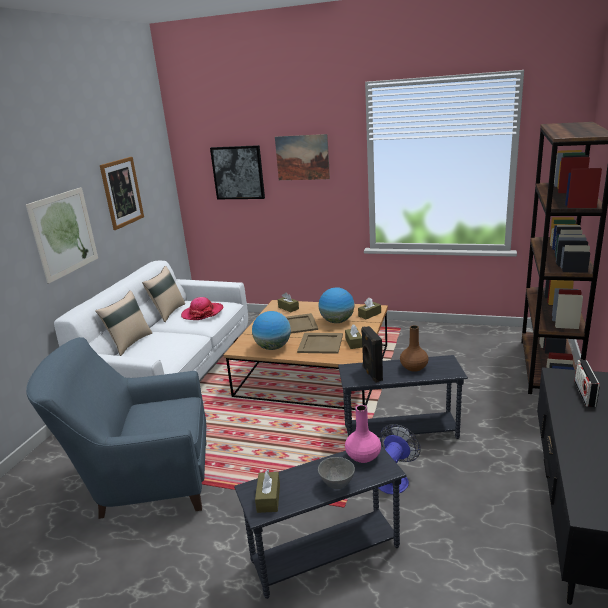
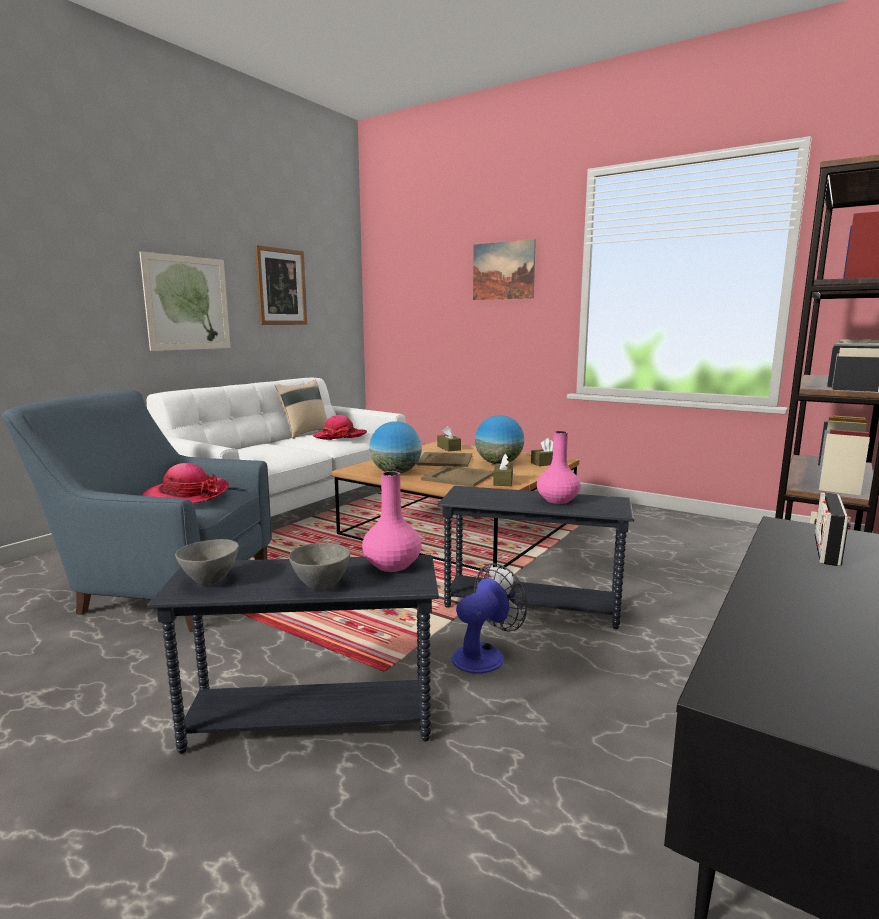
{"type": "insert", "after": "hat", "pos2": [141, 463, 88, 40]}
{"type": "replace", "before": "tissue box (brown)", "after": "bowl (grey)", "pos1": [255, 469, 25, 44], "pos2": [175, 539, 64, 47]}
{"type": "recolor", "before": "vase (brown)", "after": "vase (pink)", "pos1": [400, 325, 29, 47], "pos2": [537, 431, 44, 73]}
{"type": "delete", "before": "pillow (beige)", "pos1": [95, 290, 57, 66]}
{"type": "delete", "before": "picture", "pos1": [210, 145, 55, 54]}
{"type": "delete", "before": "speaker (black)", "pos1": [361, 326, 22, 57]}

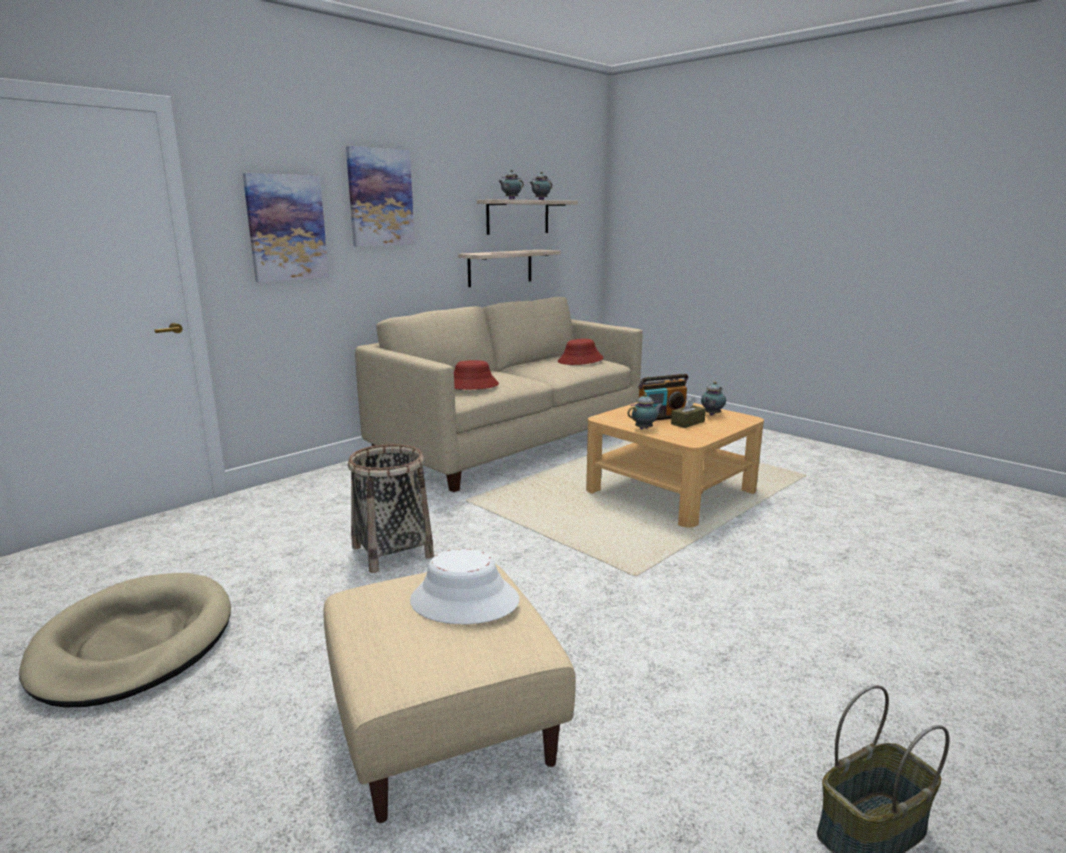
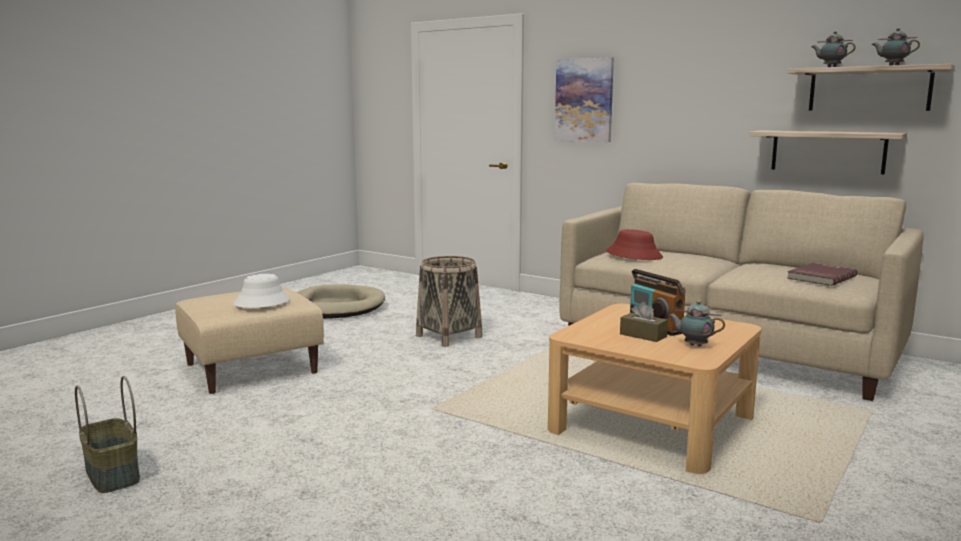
{"type": "replace", "before": "hat (red)", "after": "book (red)", "pos1": [558, 339, 46, 26], "pos2": [787, 263, 71, 23]}
{"type": "delete", "before": "picture", "pos1": [346, 146, 69, 101]}
{"type": "delete", "before": "teapot", "pos1": [627, 393, 36, 37]}

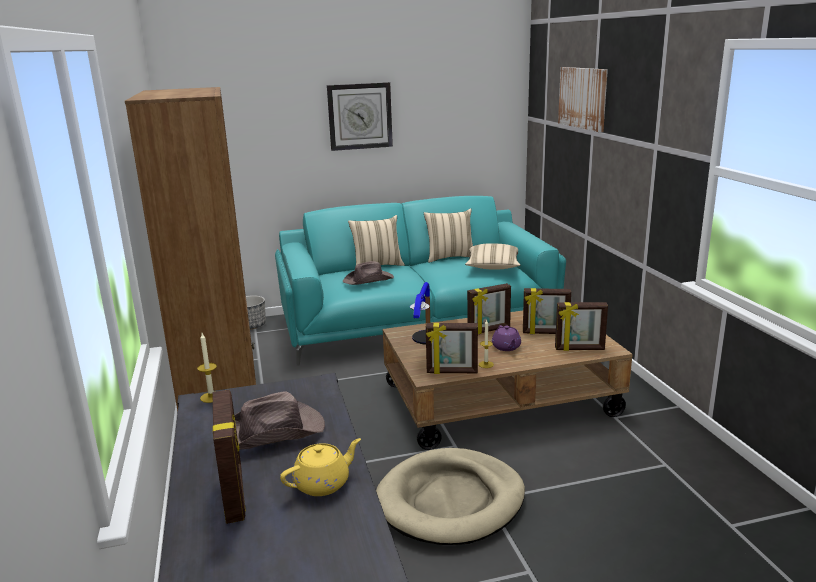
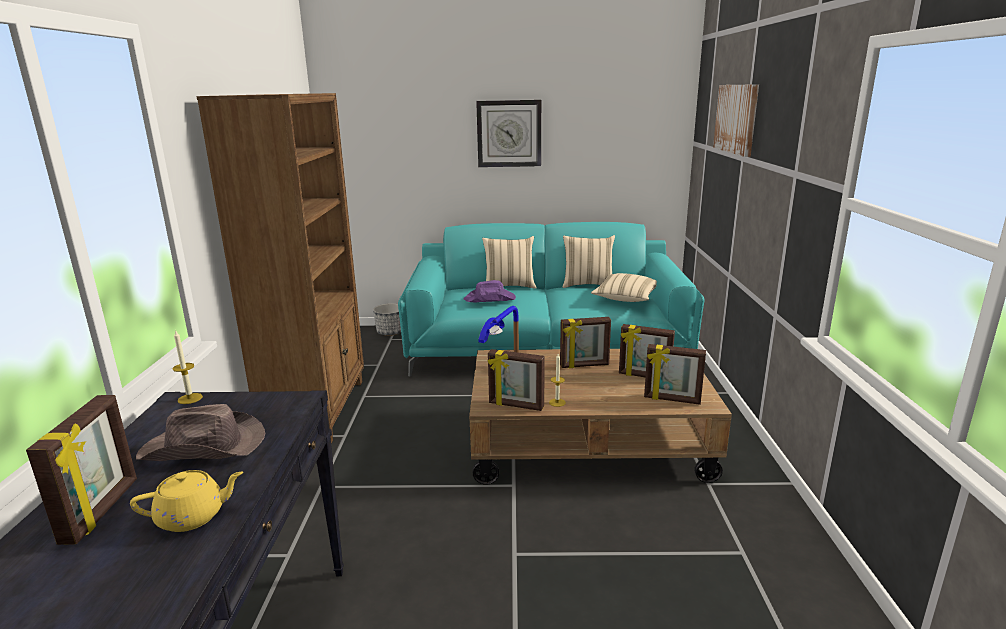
{"type": "recolor", "before": "hat (brown)", "after": "hat (purple)", "pos1": [343, 261, 51, 24], "pos2": [463, 280, 53, 22]}
{"type": "delete", "before": "dog bed (beige)", "pos1": [376, 448, 149, 97]}
{"type": "delete", "before": "teapot (purple)", "pos1": [492, 325, 29, 26]}

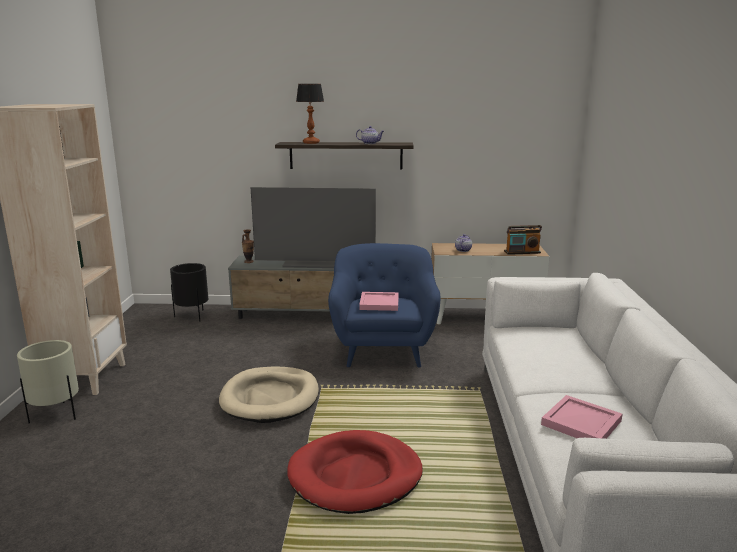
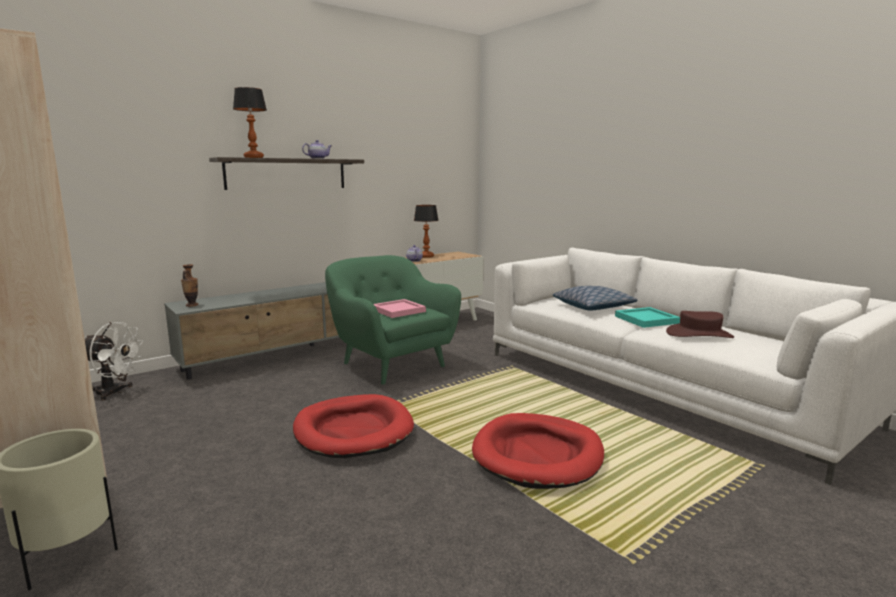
{"type": "replace", "before": "planter (black)", "after": "fan (white)", "pos1": [170, 263, 38, 58], "pos2": [85, 322, 59, 79]}
{"type": "recolor", "before": "dog bed (beige)", "after": "dog bed (red)", "pos1": [219, 366, 100, 57], "pos2": [293, 394, 121, 64]}
{"type": "recolor", "before": "armchair (blue)", "after": "armchair (green)", "pos1": [328, 243, 113, 125], "pos2": [325, 255, 136, 129]}
{"type": "insert", "after": "table lamp", "pos2": [414, 205, 25, 53]}
{"type": "insert", "after": "pillow", "pos2": [553, 286, 85, 24]}
{"type": "insert", "after": "tray (turquoise)", "pos2": [615, 307, 65, 21]}
{"type": "replace", "before": "tray (pink)", "after": "hat (brown)", "pos1": [541, 395, 81, 44], "pos2": [666, 311, 68, 27]}
{"type": "delete", "before": "television", "pos1": [251, 187, 125, 81]}
{"type": "delete", "before": "radio", "pos1": [504, 225, 38, 30]}

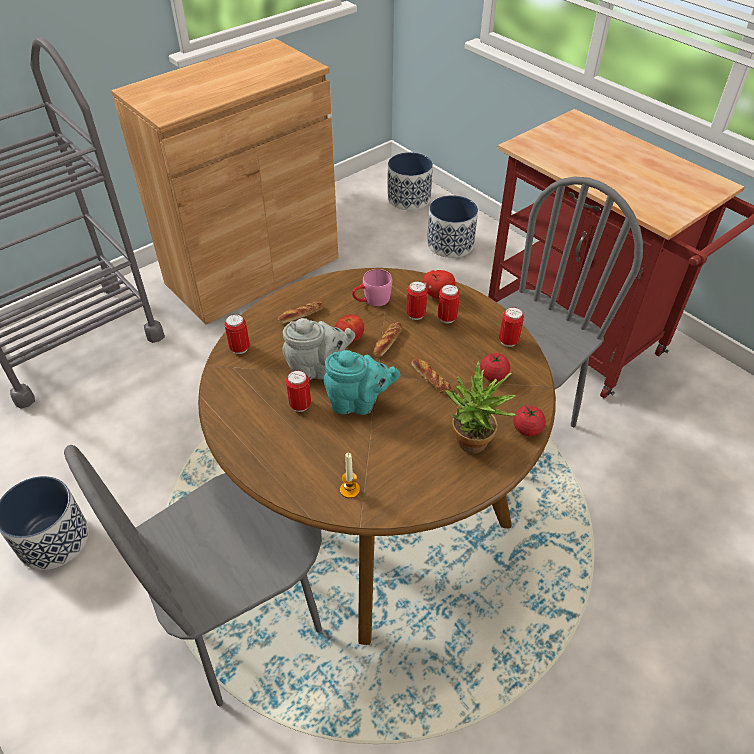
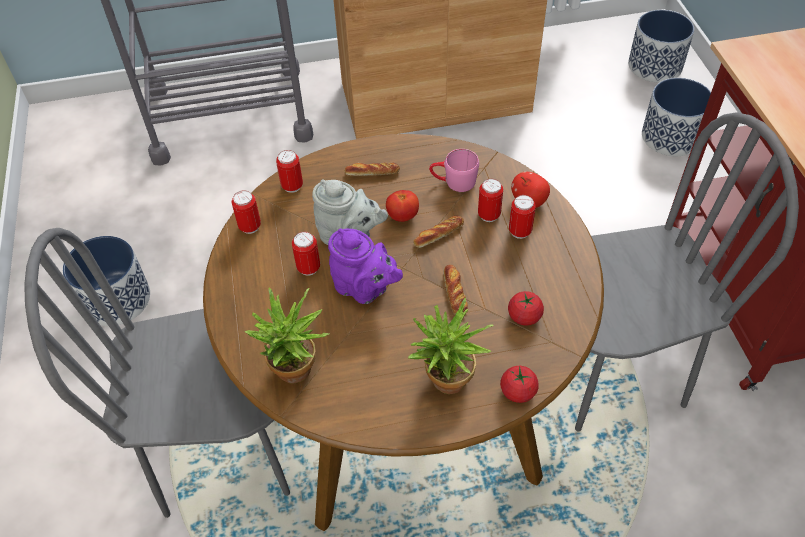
{"type": "move", "before": "can", "pos1": [499, 307, 25, 40], "pos2": [232, 190, 29, 44]}
{"type": "replace", "before": "candle", "after": "potted plant", "pos1": [340, 453, 20, 45], "pos2": [245, 288, 84, 96]}
{"type": "recolor", "before": "teapot (turquoise)", "after": "teapot (purple)", "pos1": [324, 350, 76, 65], "pos2": [328, 228, 75, 76]}

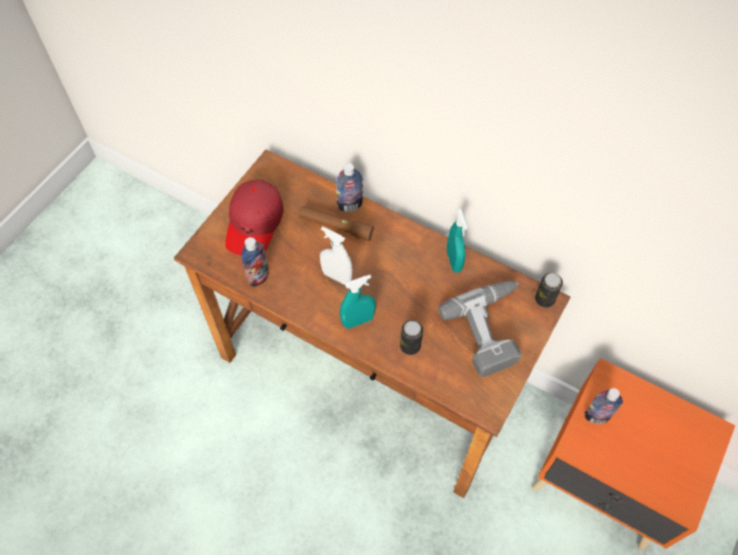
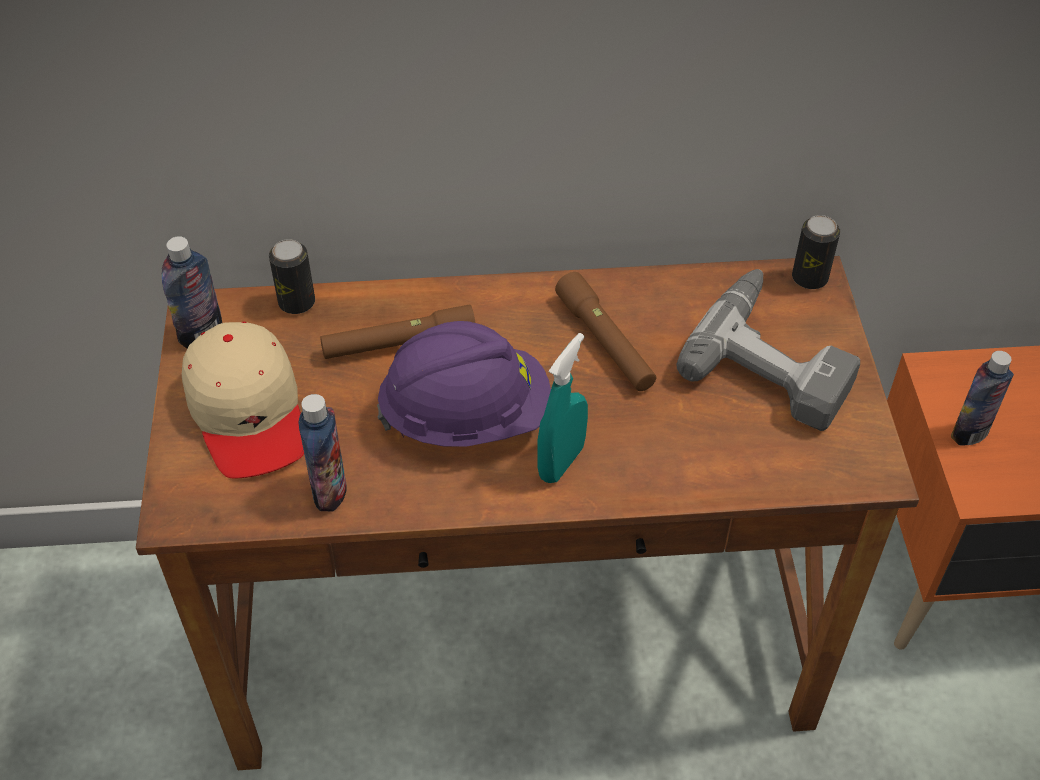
{"type": "move", "before": "bottle", "pos1": [336, 163, 27, 49], "pos2": [162, 236, 60, 113]}
{"type": "recolor", "before": "cap (red)", "after": "cap (beige)", "pos1": [225, 180, 59, 76], "pos2": [182, 322, 122, 156]}
{"type": "move", "before": "can", "pos1": [400, 320, 23, 35], "pos2": [269, 239, 46, 75]}
{"type": "replace", "before": "spray bottle (white)", "after": "hard hat (purple)", "pos1": [320, 226, 33, 59], "pos2": [377, 321, 174, 126]}
{"type": "insert", "after": "flashlight (brown)", "pos2": [555, 272, 101, 119]}
{"type": "delete", "before": "spray bottle (turquoise)", "pos1": [447, 209, 20, 64]}

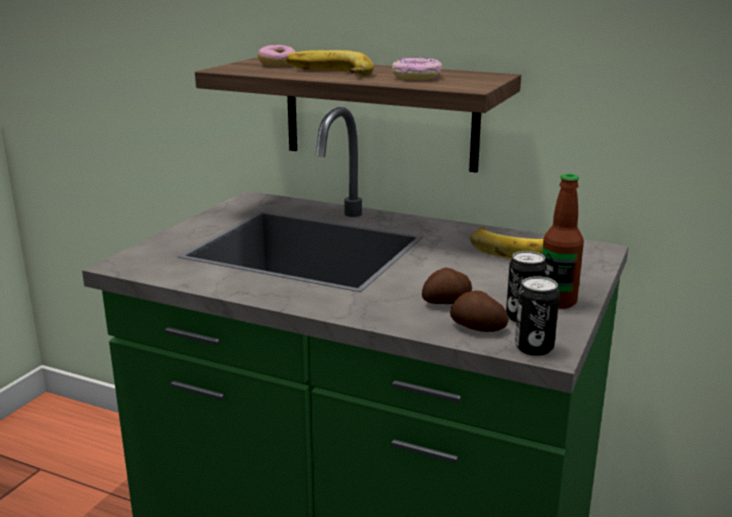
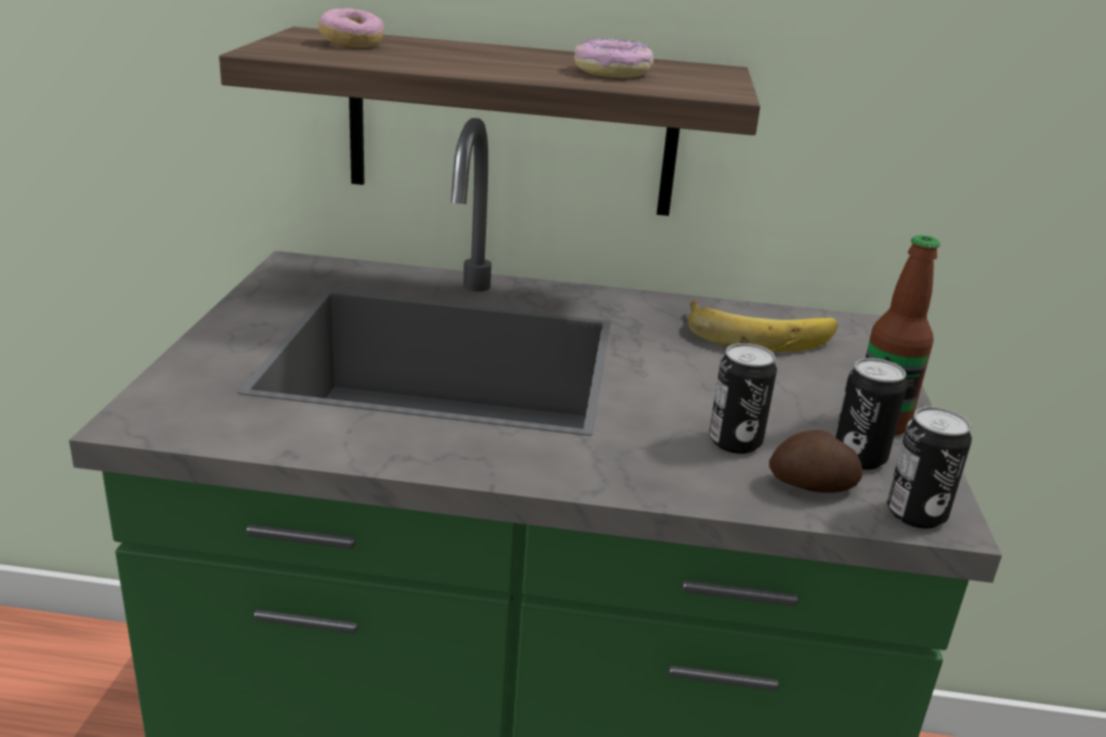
{"type": "replace", "before": "potato", "after": "can", "pos1": [422, 267, 50, 37], "pos2": [709, 343, 68, 111]}
{"type": "delete", "before": "banana", "pos1": [286, 50, 88, 26]}

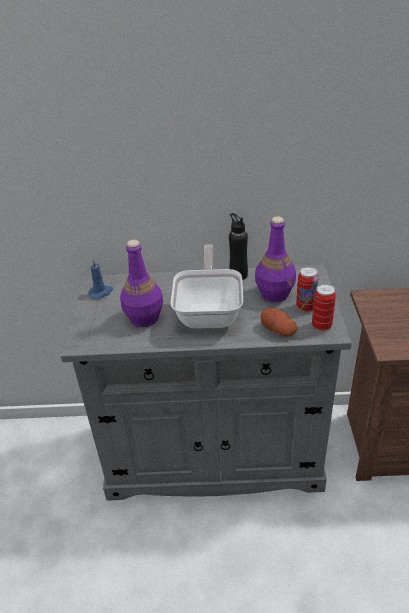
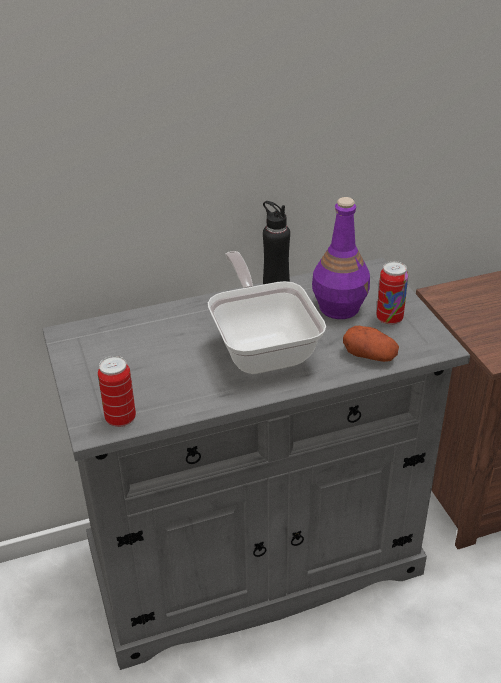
{"type": "move", "before": "can", "pos1": [312, 284, 24, 47], "pos2": [98, 356, 38, 71]}
{"type": "delete", "before": "candle (blue)", "pos1": [89, 259, 24, 40]}
{"type": "delete", "before": "bottle (purple)", "pos1": [120, 240, 43, 87]}

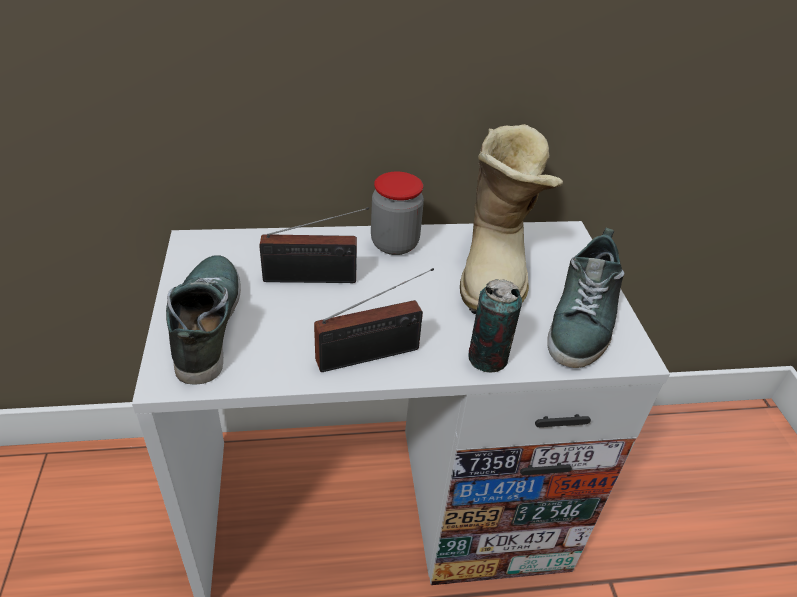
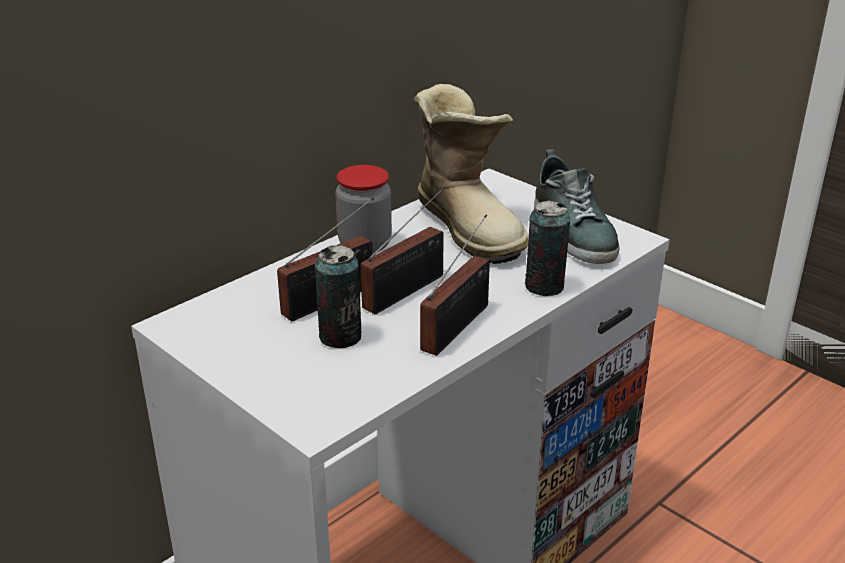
{"type": "insert", "after": "can", "pos2": [315, 245, 46, 103]}
{"type": "insert", "after": "radio", "pos2": [361, 188, 83, 126]}
{"type": "delete", "before": "shoe", "pos1": [166, 255, 75, 130]}

